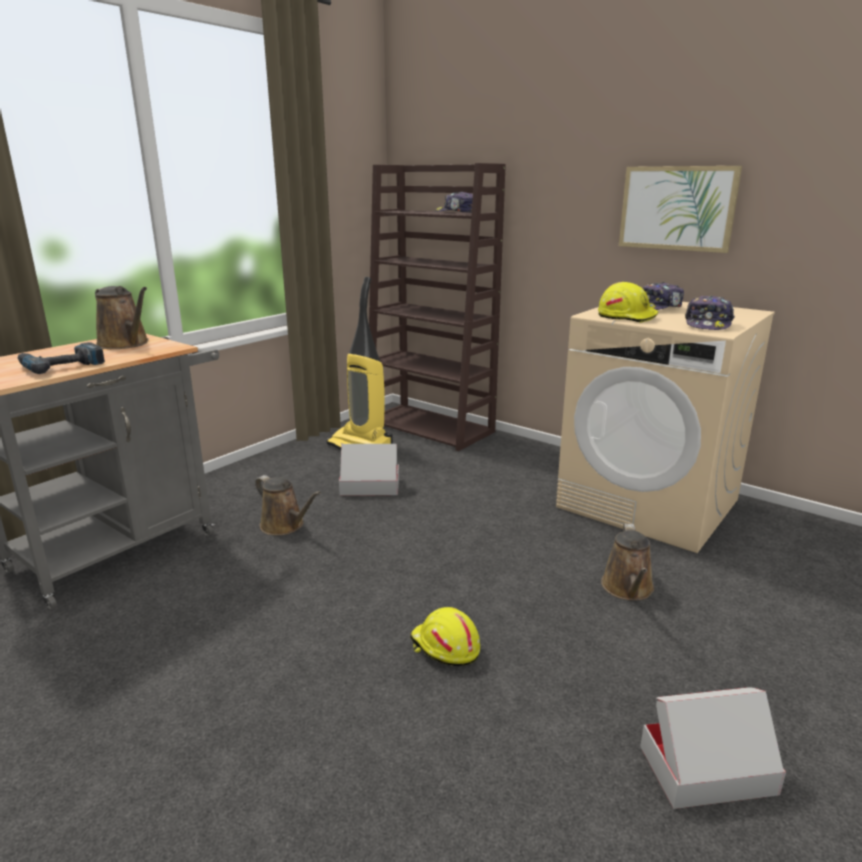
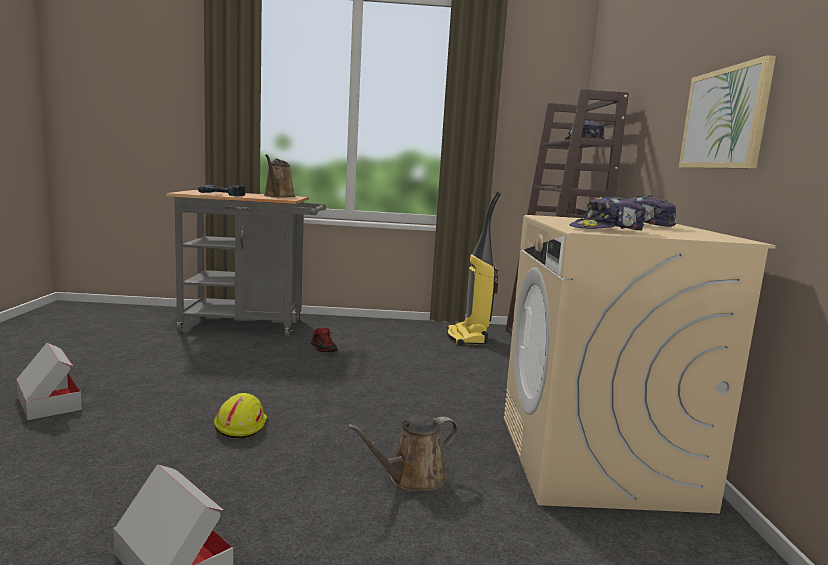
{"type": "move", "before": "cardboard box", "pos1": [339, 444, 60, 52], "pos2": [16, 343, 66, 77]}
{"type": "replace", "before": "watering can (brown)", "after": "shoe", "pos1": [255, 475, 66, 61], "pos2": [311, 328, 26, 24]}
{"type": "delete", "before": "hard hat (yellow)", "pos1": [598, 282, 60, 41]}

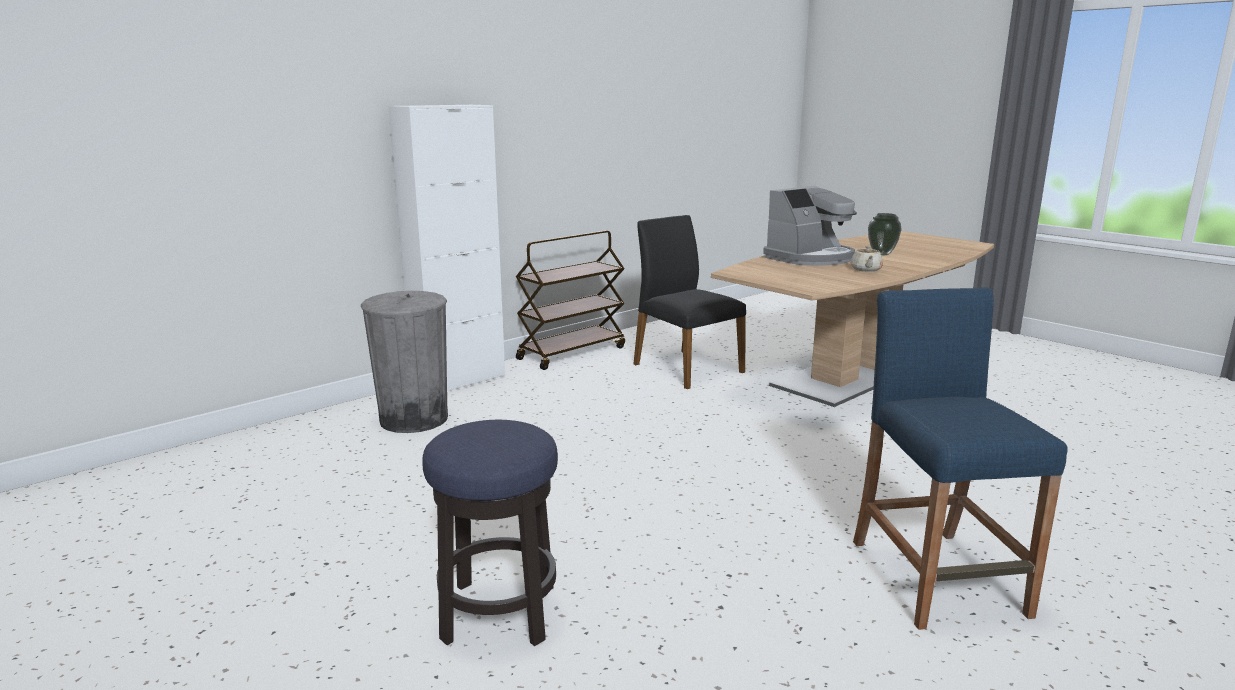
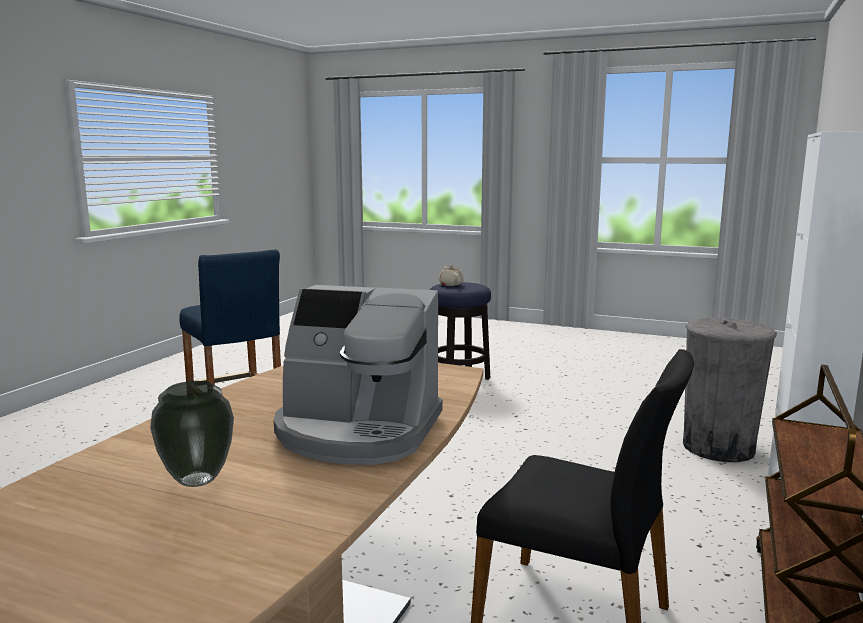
{"type": "rotate", "before": "coffee machine", "pos1": [763, 186, 94, 80], "pos2": [274, 285, 169, 180], "turn": -105}
{"type": "move", "before": "teapot (beige)", "pos1": [851, 246, 32, 26], "pos2": [439, 265, 25, 21]}

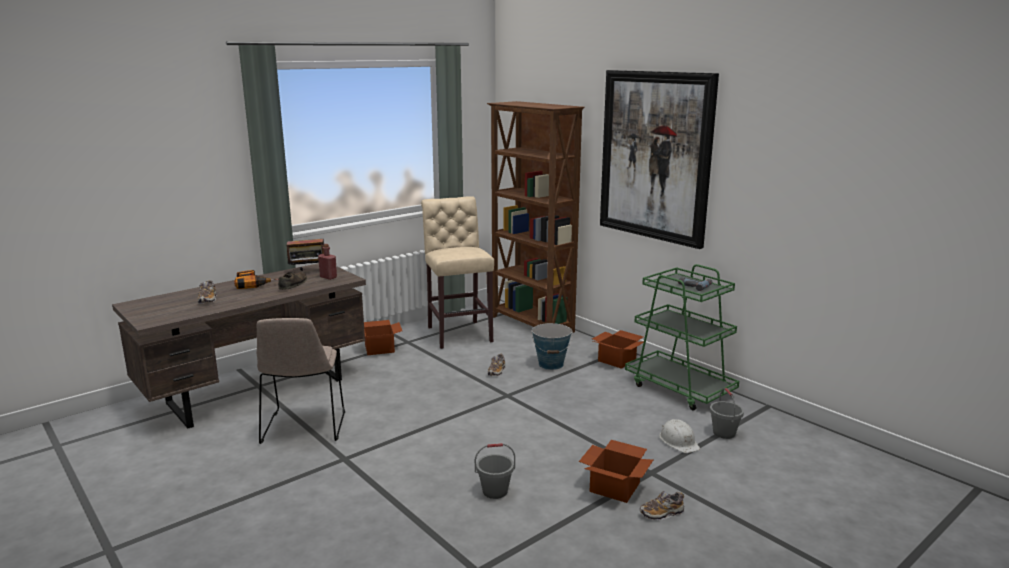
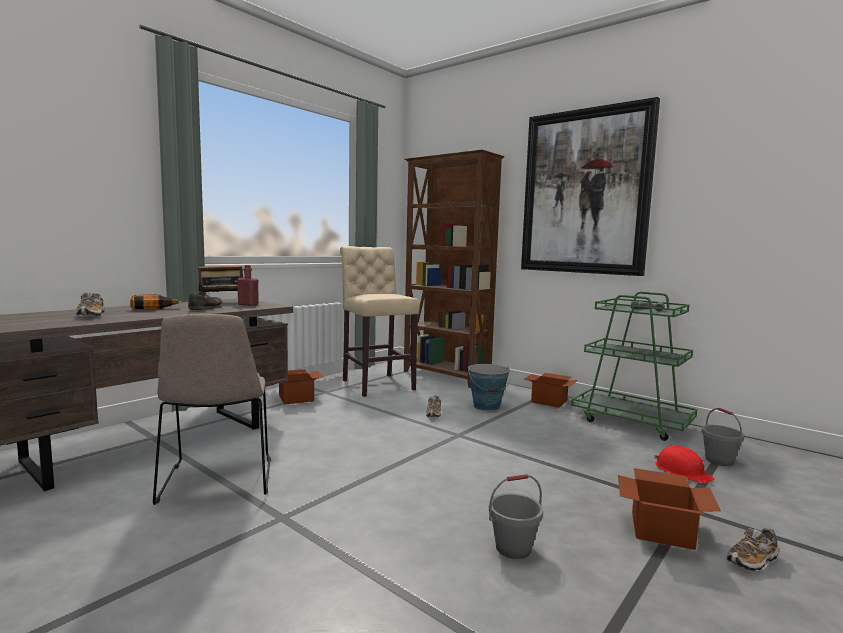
{"type": "recolor", "before": "hard hat (white)", "after": "hard hat (red)", "pos1": [659, 419, 41, 34], "pos2": [654, 446, 60, 37]}

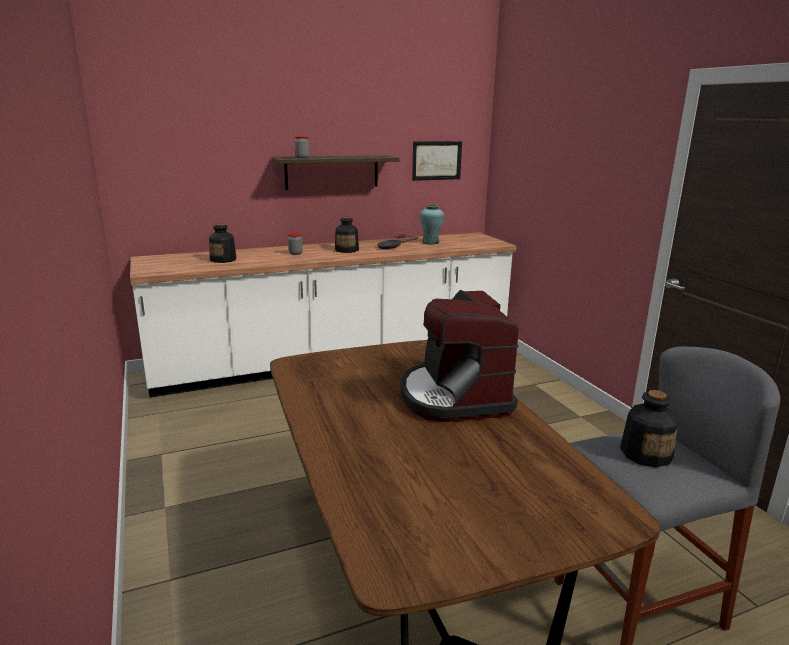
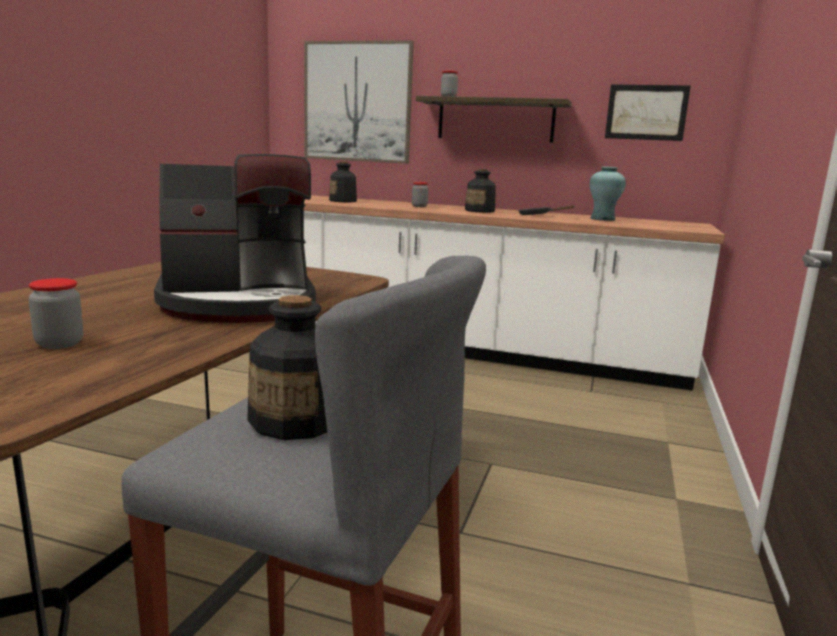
{"type": "insert", "after": "jar", "pos2": [28, 278, 55, 71]}
{"type": "rotate", "before": "coffee machine", "pos1": [401, 290, 118, 132], "pos2": [154, 154, 162, 169], "turn": -135}
{"type": "insert", "after": "picture", "pos2": [304, 40, 110, 124]}

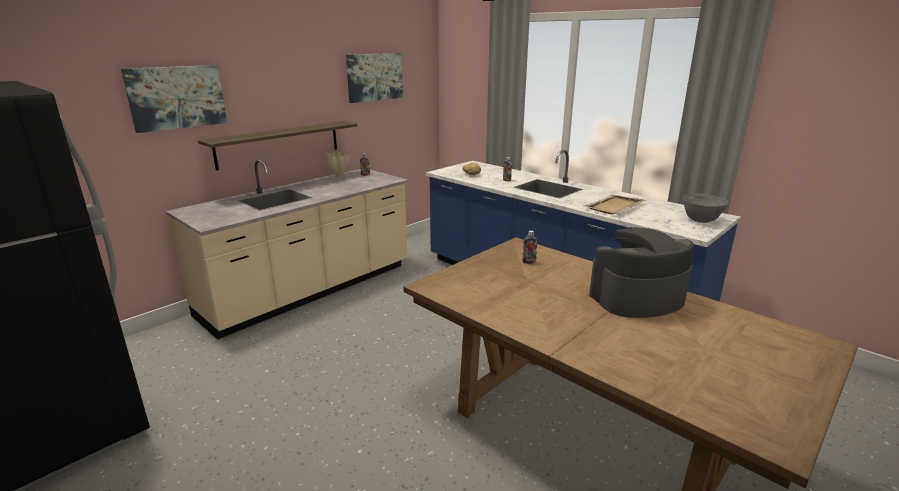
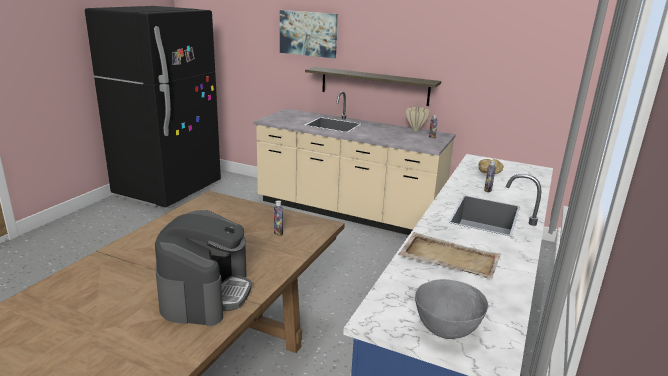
{"type": "rotate", "before": "coffee machine", "pos1": [589, 227, 106, 91], "pos2": [155, 210, 96, 116], "turn": 45}
{"type": "delete", "before": "picture", "pos1": [346, 53, 57, 50]}

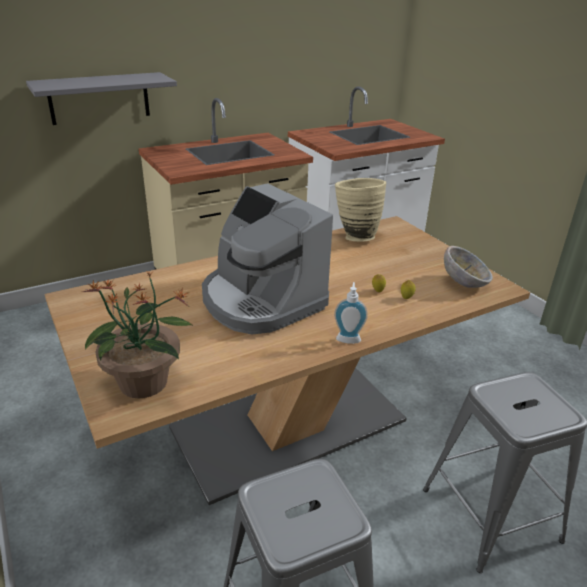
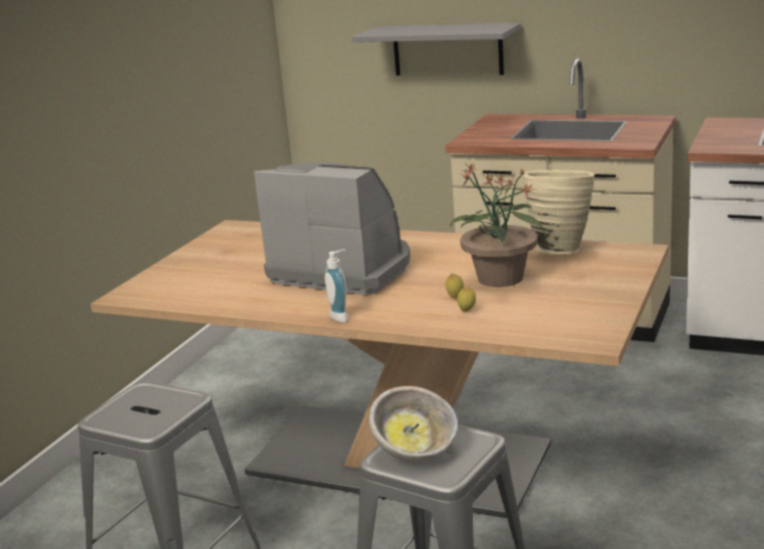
{"type": "rotate", "before": "coffee machine", "pos1": [202, 183, 131, 152], "pos2": [254, 163, 156, 132], "turn": 105}
{"type": "move", "before": "bowl", "pos1": [444, 246, 49, 42], "pos2": [369, 386, 89, 76]}
{"type": "move", "before": "potted plant", "pos1": [82, 271, 110, 127], "pos2": [450, 163, 94, 124]}

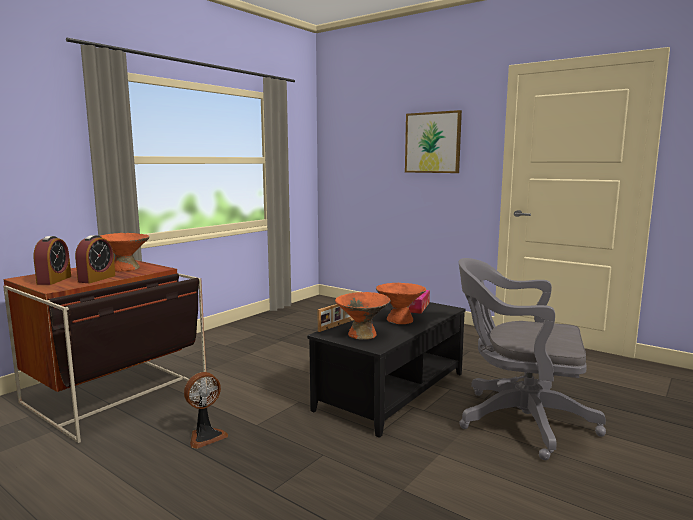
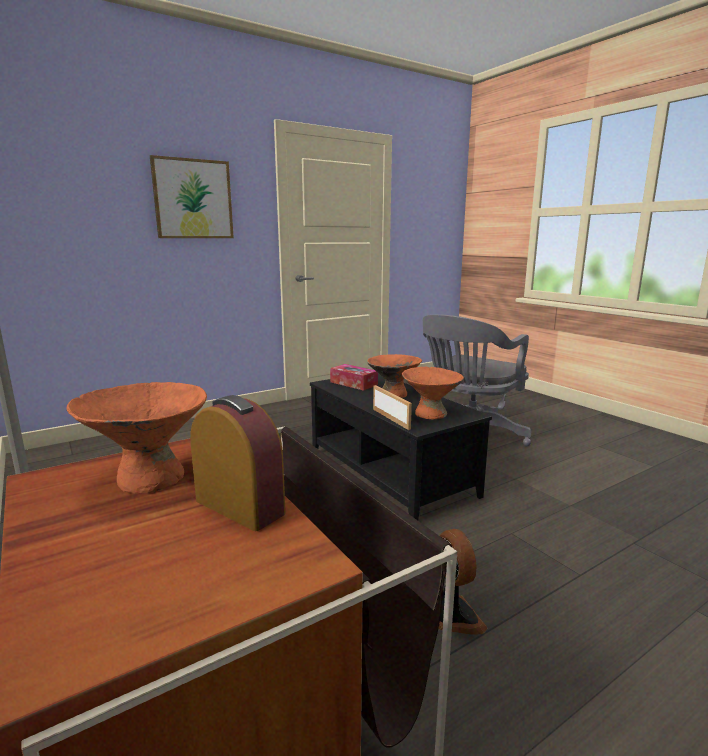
{"type": "delete", "before": "alarm clock", "pos1": [33, 236, 38, 49]}

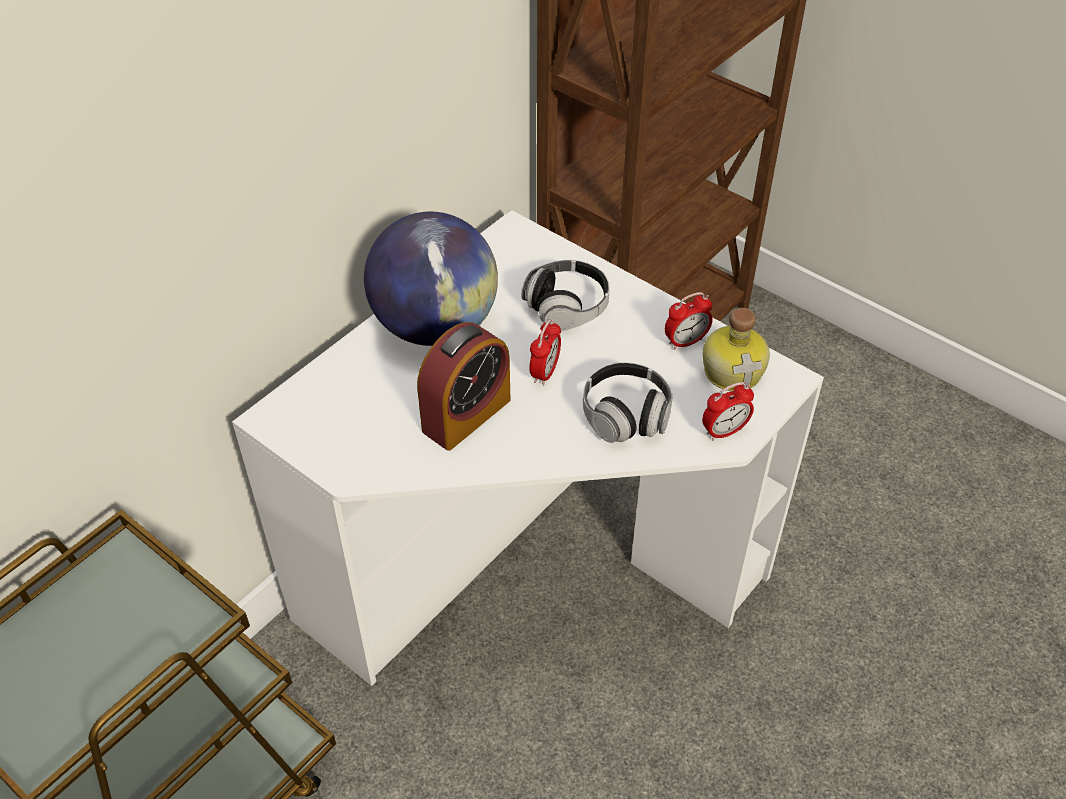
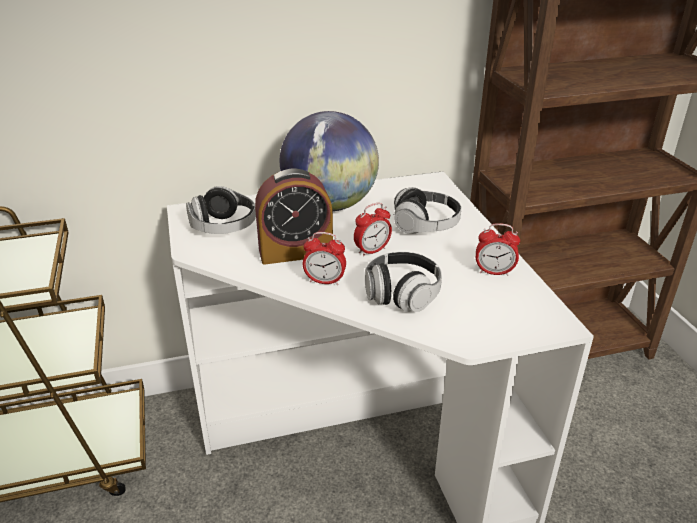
{"type": "insert", "after": "headphones", "pos2": [186, 186, 70, 48]}
{"type": "move", "before": "alarm clock", "pos1": [702, 382, 52, 59], "pos2": [303, 232, 43, 53]}
{"type": "delete", "before": "bottle", "pos1": [702, 308, 68, 83]}

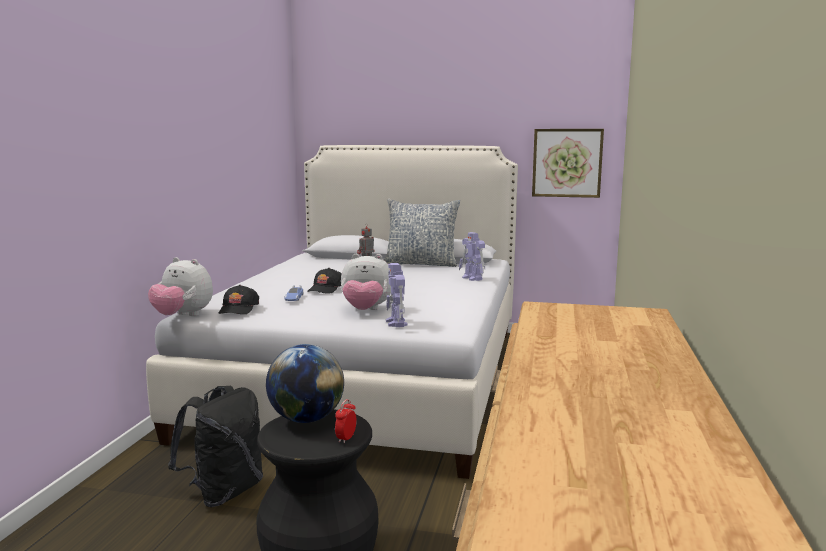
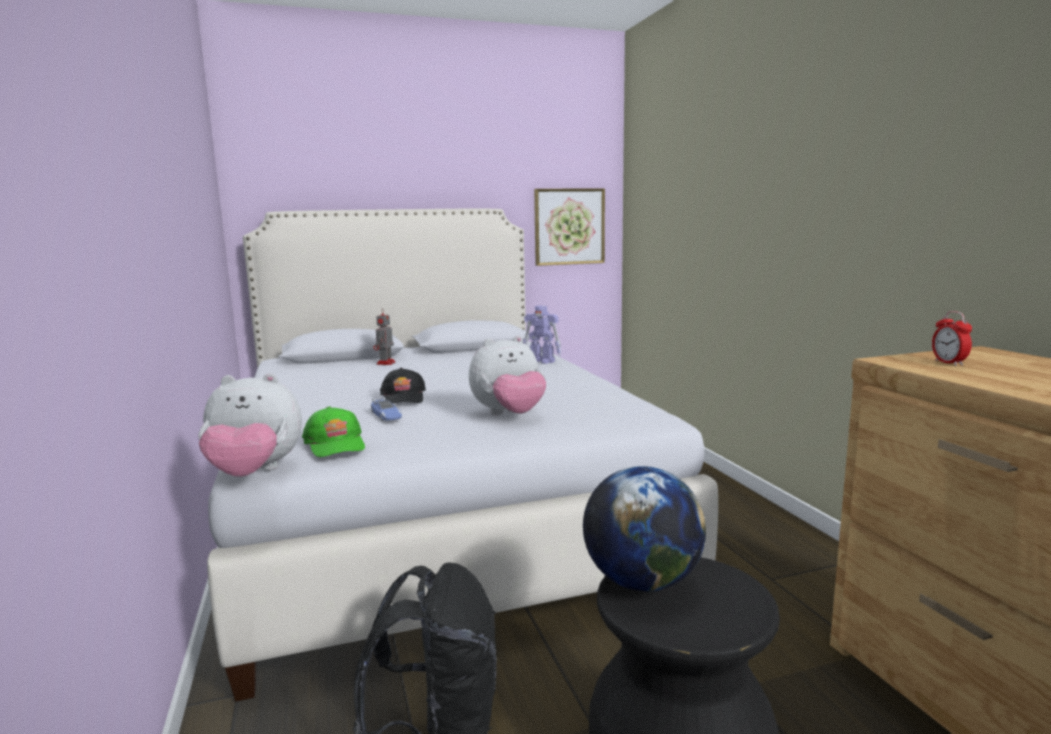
{"type": "recolor", "before": "cap (black)", "after": "cap (green)", "pos1": [219, 285, 40, 29], "pos2": [302, 406, 63, 51]}
{"type": "move", "before": "alarm clock", "pos1": [335, 399, 22, 44], "pos2": [932, 311, 40, 55]}
{"type": "delete", "before": "pillow", "pos1": [384, 199, 76, 68]}
{"type": "delete", "before": "toy robot", "pos1": [386, 263, 22, 64]}

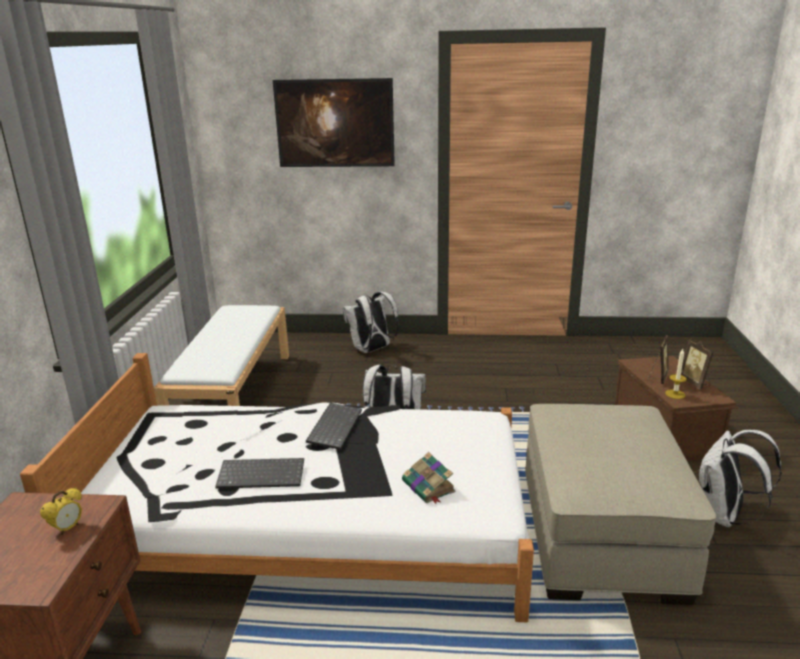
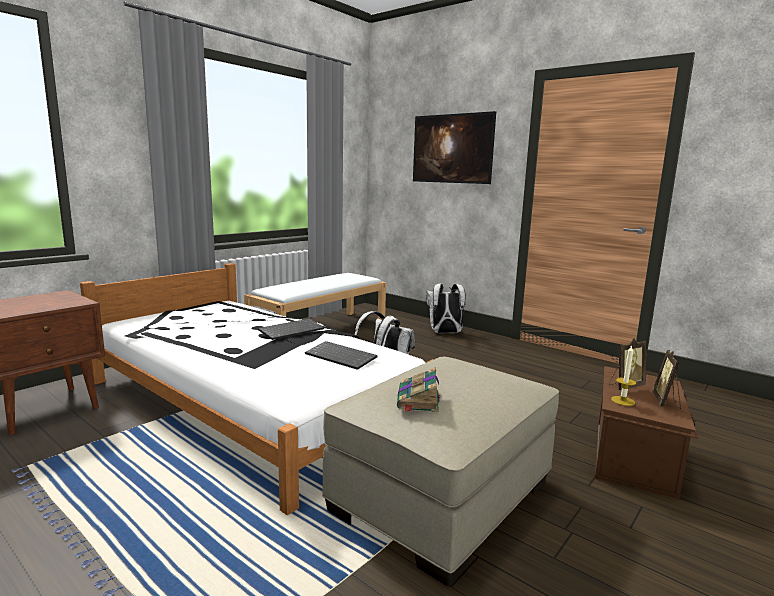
{"type": "move", "before": "keyboard", "pos1": [215, 458, 89, 31], "pos2": [305, 341, 72, 29]}
{"type": "move", "before": "book", "pos1": [402, 452, 54, 52], "pos2": [397, 368, 43, 44]}
{"type": "delete", "before": "alarm clock", "pos1": [40, 488, 42, 47]}
{"type": "delete", "before": "backpack (white)", "pos1": [698, 430, 84, 97]}

